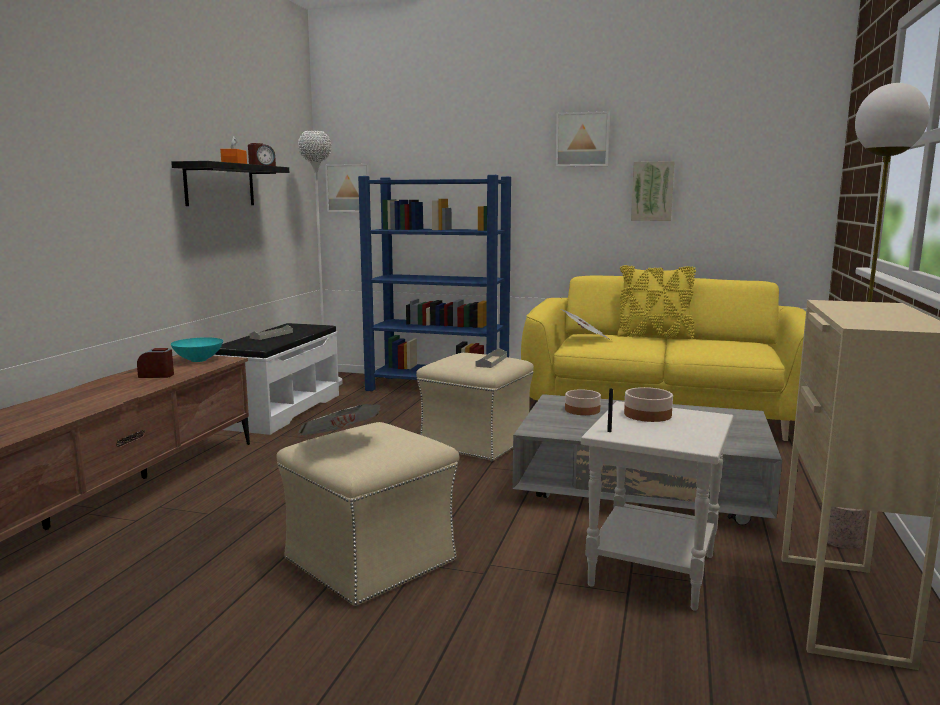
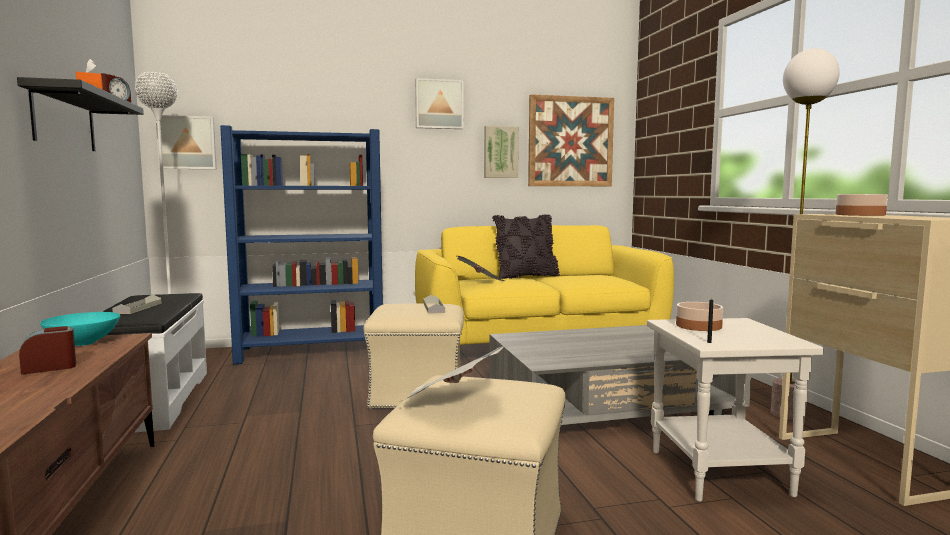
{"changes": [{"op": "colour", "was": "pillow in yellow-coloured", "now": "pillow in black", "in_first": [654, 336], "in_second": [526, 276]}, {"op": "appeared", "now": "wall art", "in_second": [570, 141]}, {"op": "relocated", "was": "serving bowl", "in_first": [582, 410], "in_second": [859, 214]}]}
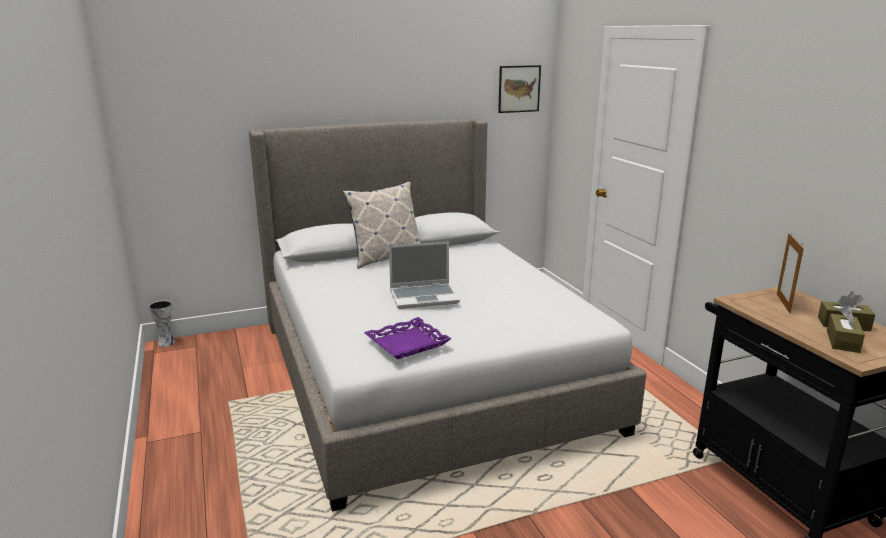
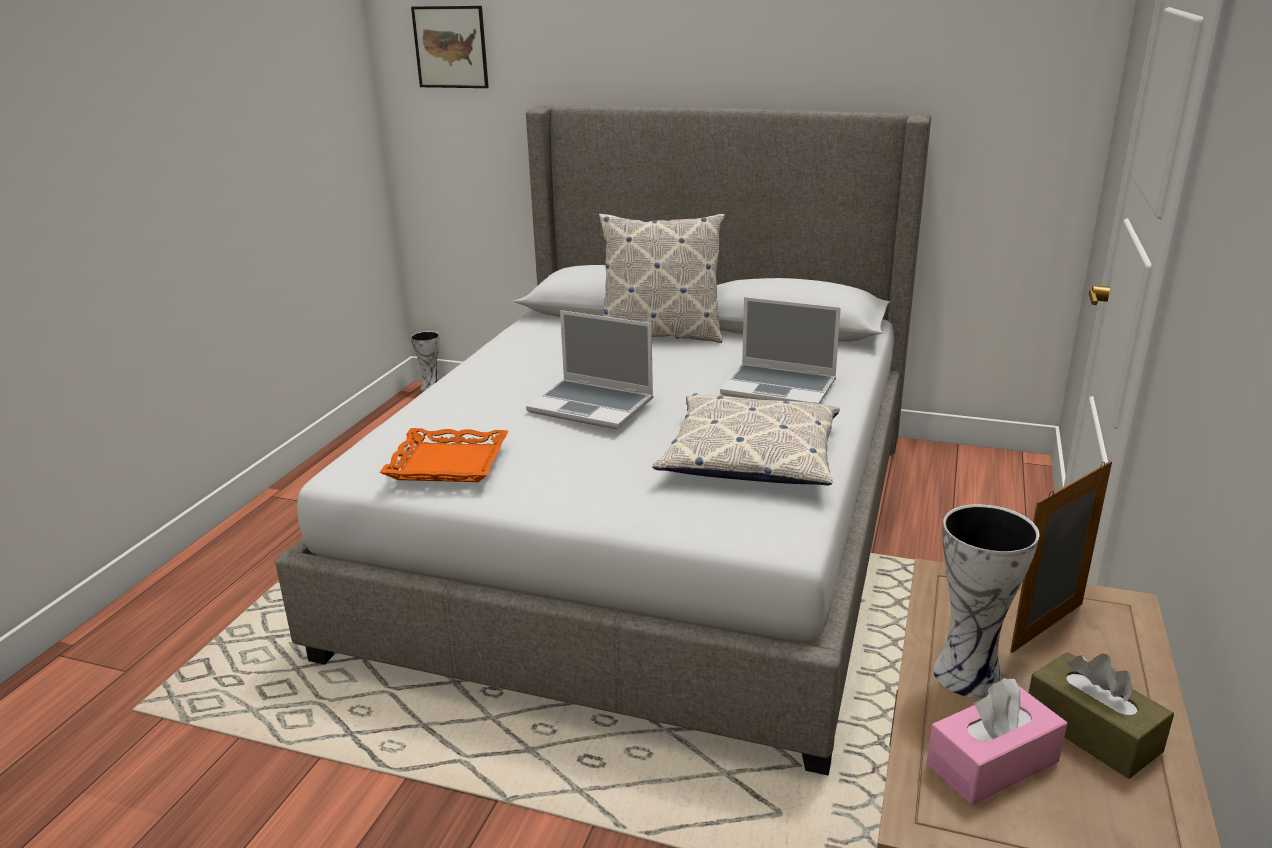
{"changes": [{"op": "colour", "was": "serving tray in purplish", "now": "serving tray in orange", "in_first": [407, 343], "in_second": [447, 464]}, {"op": "relocated", "was": "wall art", "in_first": [519, 89], "in_second": [450, 47]}, {"op": "appeared", "now": "pillow", "in_second": [751, 456]}, {"op": "appeared", "now": "laptop", "in_second": [780, 388]}, {"op": "colour", "was": "tissue holder in brown", "now": "tissue holder in pink", "in_first": [842, 341], "in_second": [992, 762]}, {"op": "appeared", "now": "decorative vase", "in_second": [970, 674]}]}
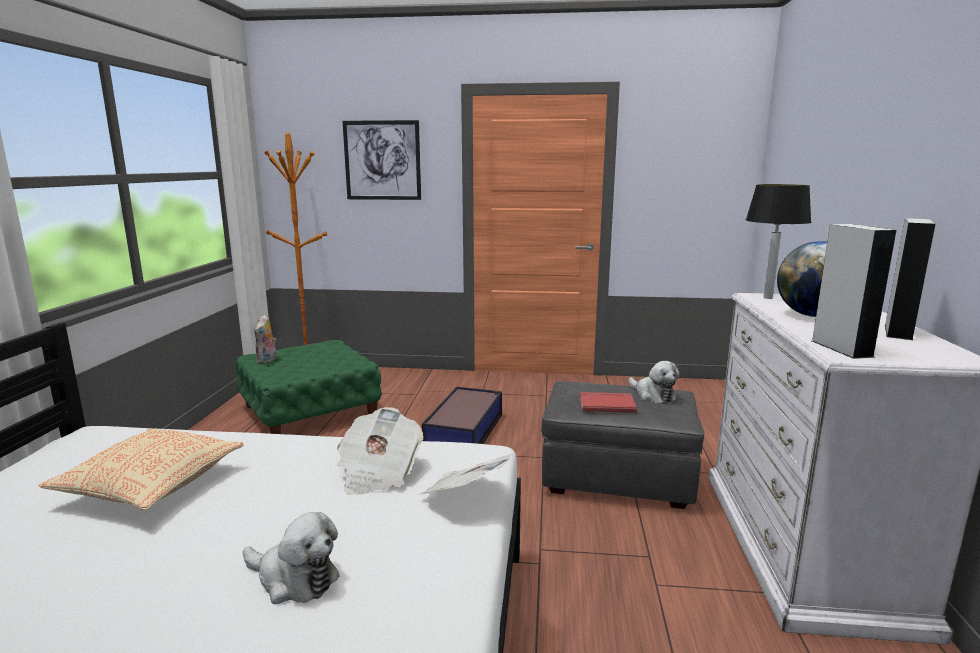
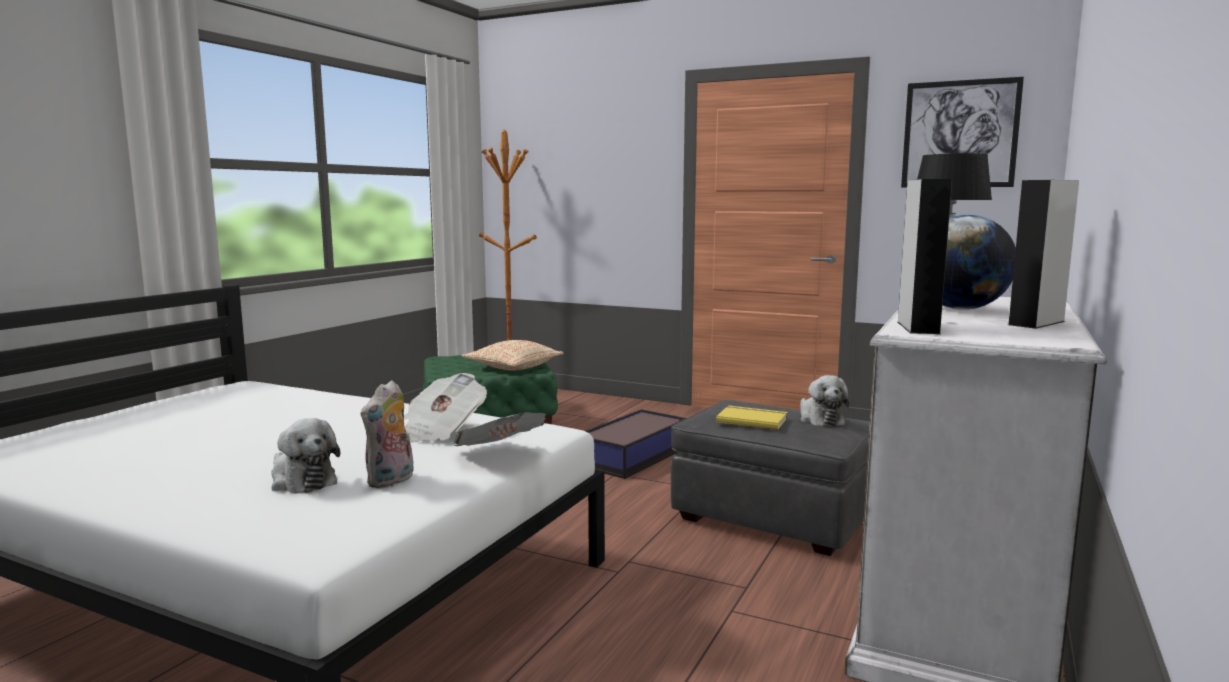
{"changes": [{"op": "relocated", "was": "cuddly toy", "in_first": [267, 360], "in_second": [391, 481]}, {"op": "relocated", "was": "pillow in beige", "in_first": [152, 485], "in_second": [513, 367]}, {"op": "colour", "was": "volume in reddish", "now": "volume in yellow-coloured", "in_first": [606, 404], "in_second": [752, 420]}, {"op": "relocated", "was": "wall art", "in_first": [382, 160], "in_second": [960, 134]}]}
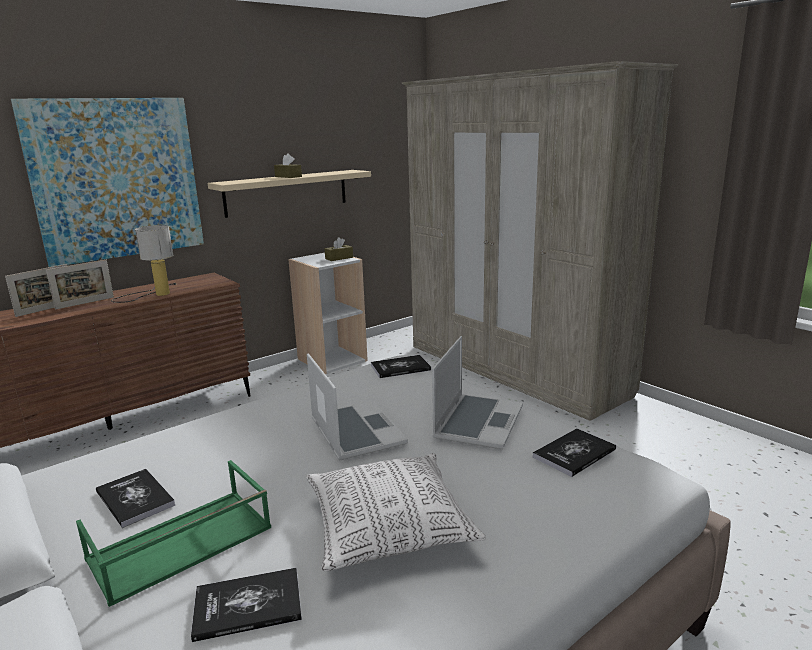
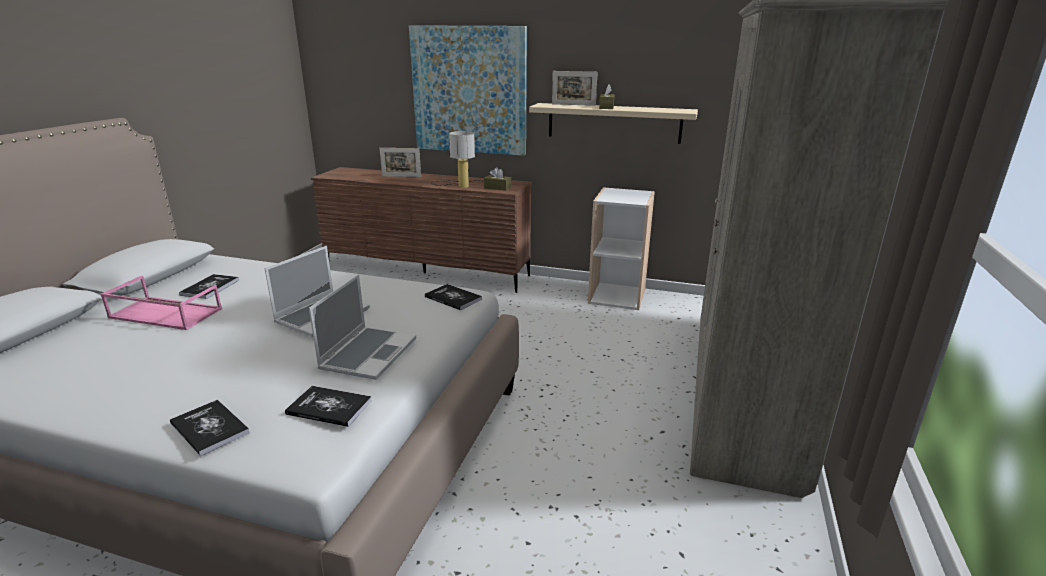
{"changes": [{"op": "colour", "was": "serving tray in green", "now": "serving tray in pink", "in_first": [179, 545], "in_second": [164, 313]}, {"op": "relocated", "was": "volume", "in_first": [248, 605], "in_second": [209, 428]}, {"op": "spun", "was": "laptop", "in_first": [477, 422], "in_second": [368, 354], "clockwise": -60}, {"op": "relocated", "was": "tissue holder in brown", "in_first": [339, 258], "in_second": [497, 187]}, {"op": "relocated", "was": "standing frame", "in_first": [85, 303], "in_second": [573, 105]}, {"op": "missing", "was": "pillow", "in_first": [388, 528]}]}
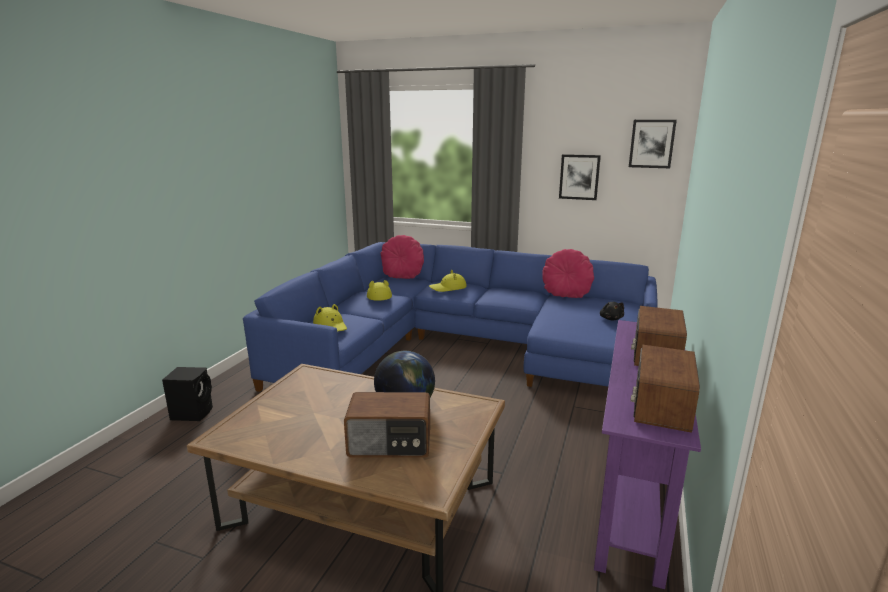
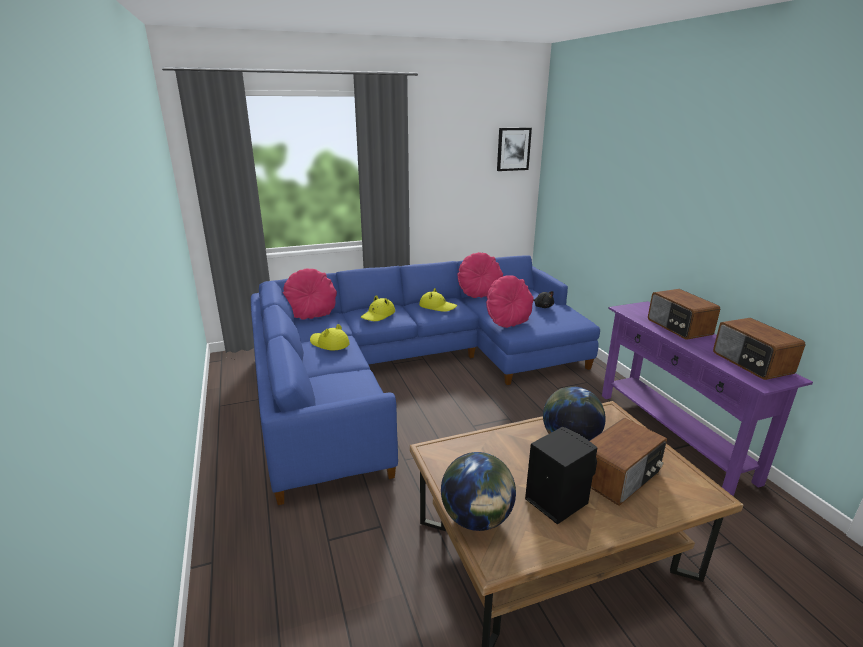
{"changes": [{"op": "relocated", "was": "wearable hat in yellow-coloured", "in_first": [330, 326], "in_second": [437, 306]}, {"op": "appeared", "now": "desk globe", "in_second": [477, 519]}, {"op": "appeared", "now": "pillow in pink", "in_second": [508, 323]}, {"op": "relocated", "was": "speaker in black", "in_first": [193, 413], "in_second": [555, 500]}, {"op": "missing", "was": "wall art", "in_first": [579, 177]}]}
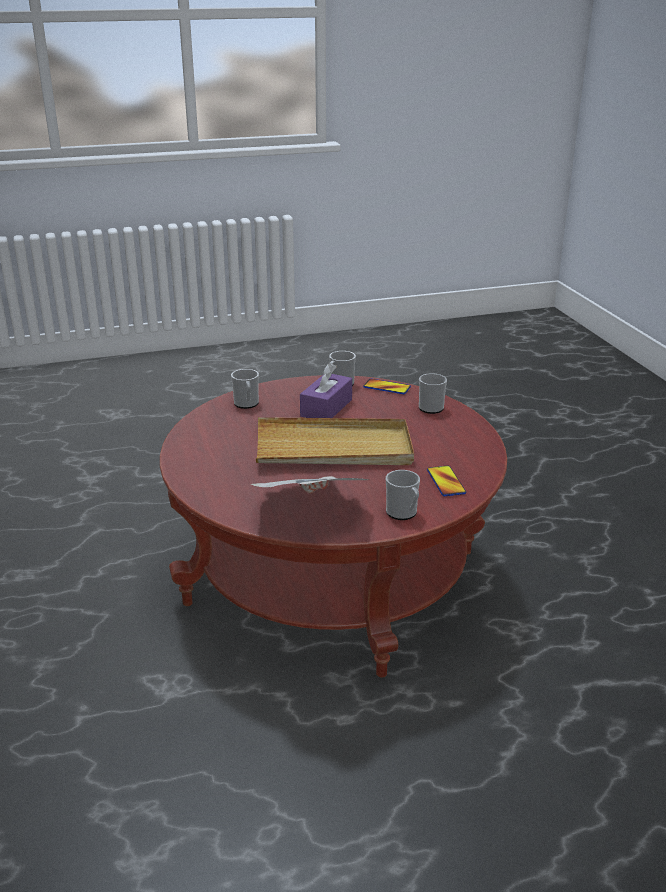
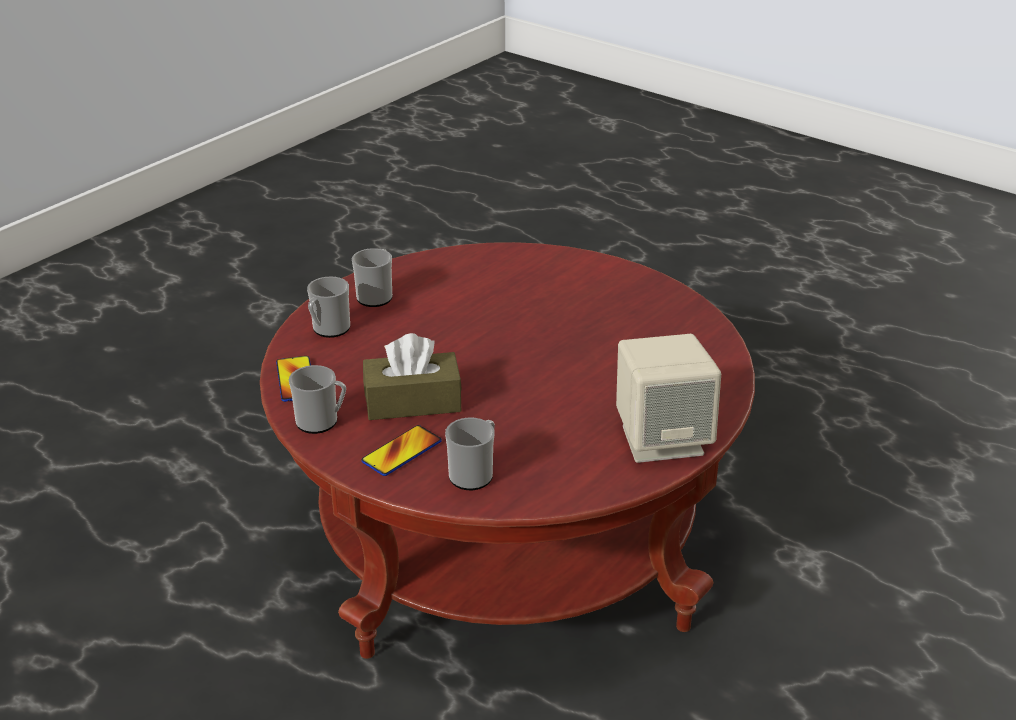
{"changes": [{"op": "relocated", "was": "coffee mug", "in_first": [403, 513], "in_second": [376, 295]}, {"op": "relocated", "was": "telephone", "in_first": [446, 482], "in_second": [401, 452]}, {"op": "colour", "was": "tissue holder in purplish", "now": "tissue holder in brown", "in_first": [326, 408], "in_second": [413, 402]}, {"op": "appeared", "now": "speaker in beige", "in_second": [662, 439]}, {"op": "missing", "was": "daily paper", "in_first": [311, 509]}, {"op": "missing", "was": "serving tray in beige", "in_first": [334, 448]}]}
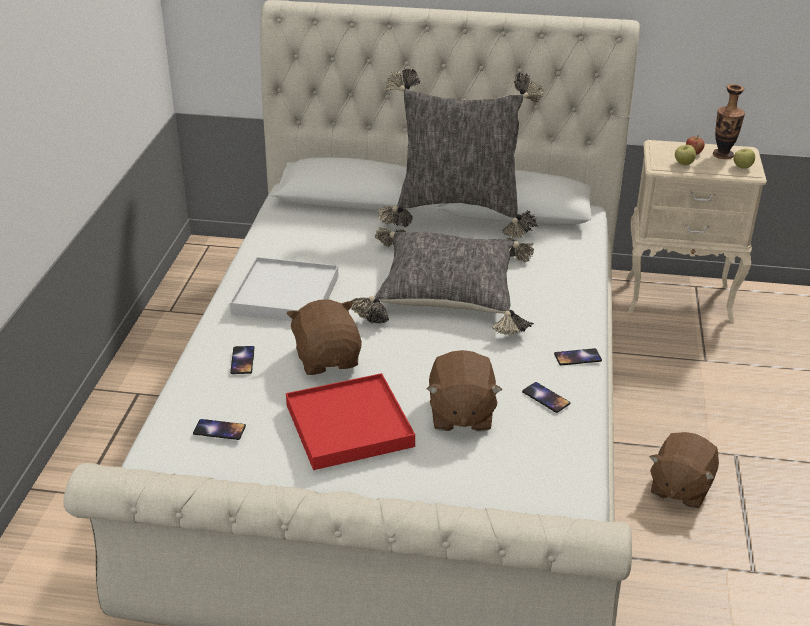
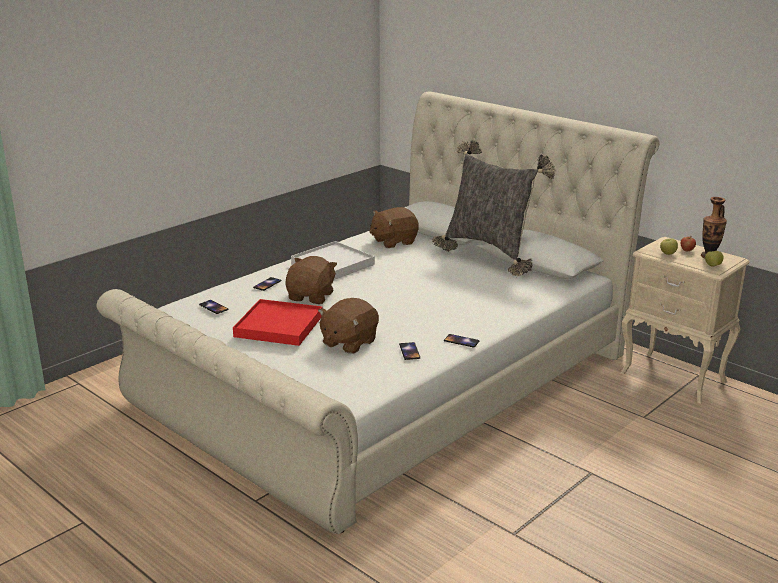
{"changes": [{"op": "relocated", "was": "cuddly toy in brown", "in_first": [679, 488], "in_second": [393, 241]}, {"op": "missing", "was": "pillow", "in_first": [447, 290]}]}
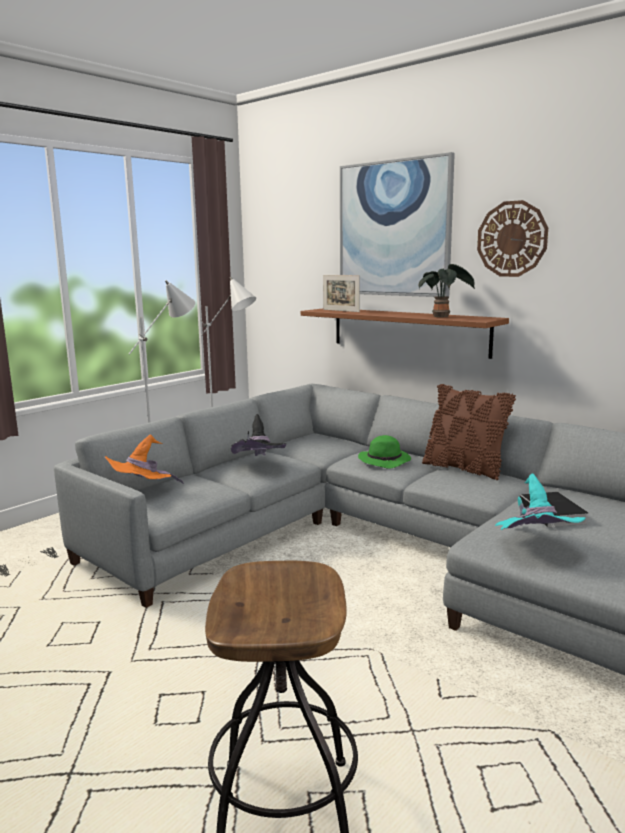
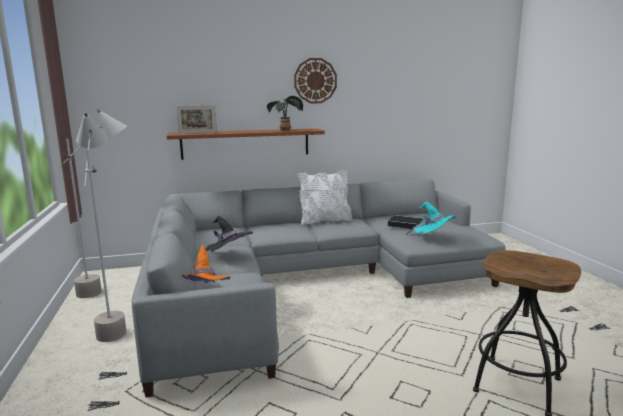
{"changes": [{"op": "colour", "was": "pillow in brown", "now": "pillow in whitish", "in_first": [464, 469], "in_second": [325, 221]}, {"op": "missing", "was": "wall art", "in_first": [394, 229]}, {"op": "missing", "was": "wearable hat in green", "in_first": [385, 461]}]}
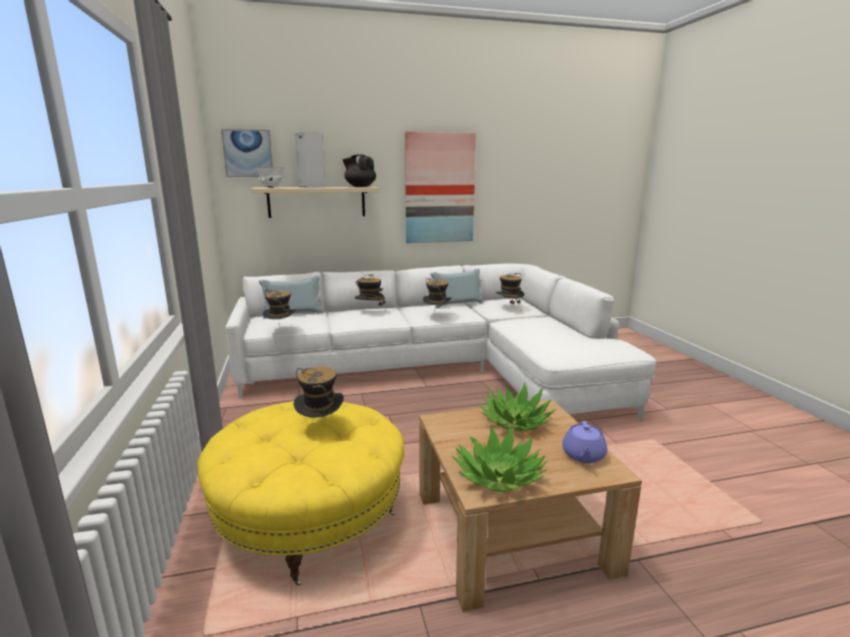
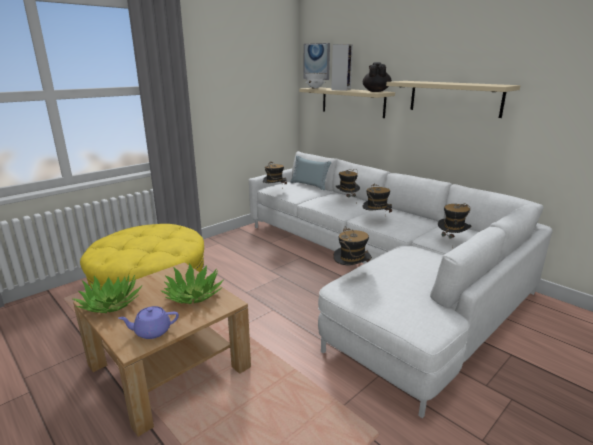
{"changes": [{"op": "relocated", "was": "wearable hat", "in_first": [320, 427], "in_second": [351, 274]}, {"op": "exchanged", "was": "wall art", "now": "bracket shelf in beige", "in_first": [439, 188], "in_second": [454, 98]}, {"op": "missing", "was": "pillow in blue-coloured", "in_first": [457, 304]}]}
